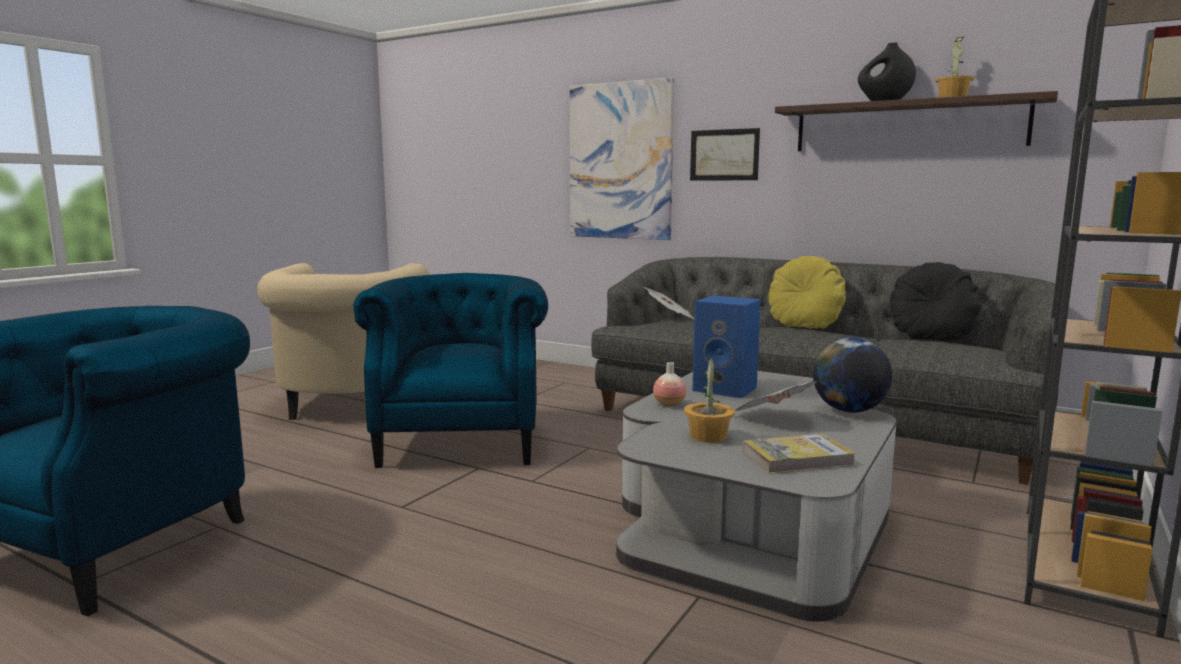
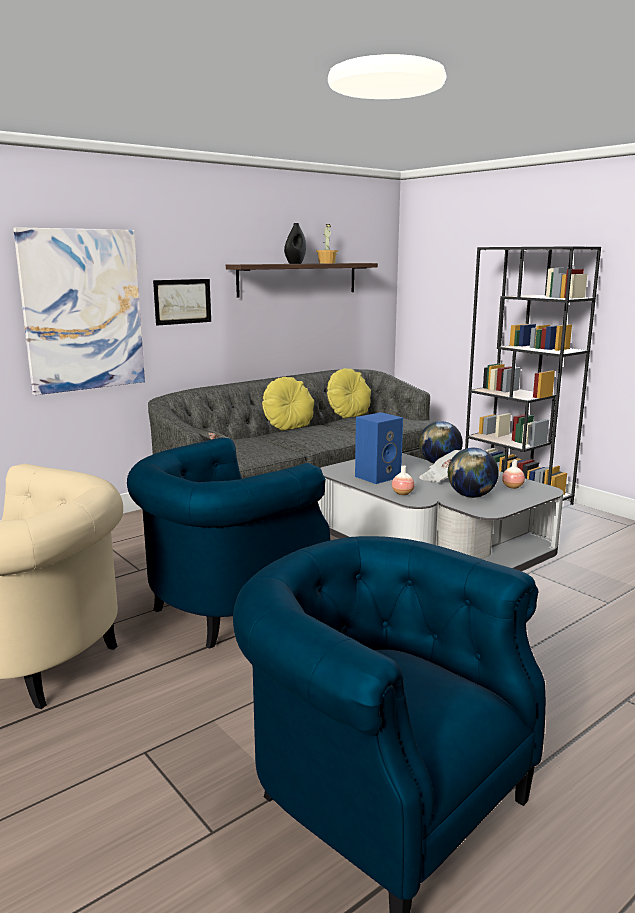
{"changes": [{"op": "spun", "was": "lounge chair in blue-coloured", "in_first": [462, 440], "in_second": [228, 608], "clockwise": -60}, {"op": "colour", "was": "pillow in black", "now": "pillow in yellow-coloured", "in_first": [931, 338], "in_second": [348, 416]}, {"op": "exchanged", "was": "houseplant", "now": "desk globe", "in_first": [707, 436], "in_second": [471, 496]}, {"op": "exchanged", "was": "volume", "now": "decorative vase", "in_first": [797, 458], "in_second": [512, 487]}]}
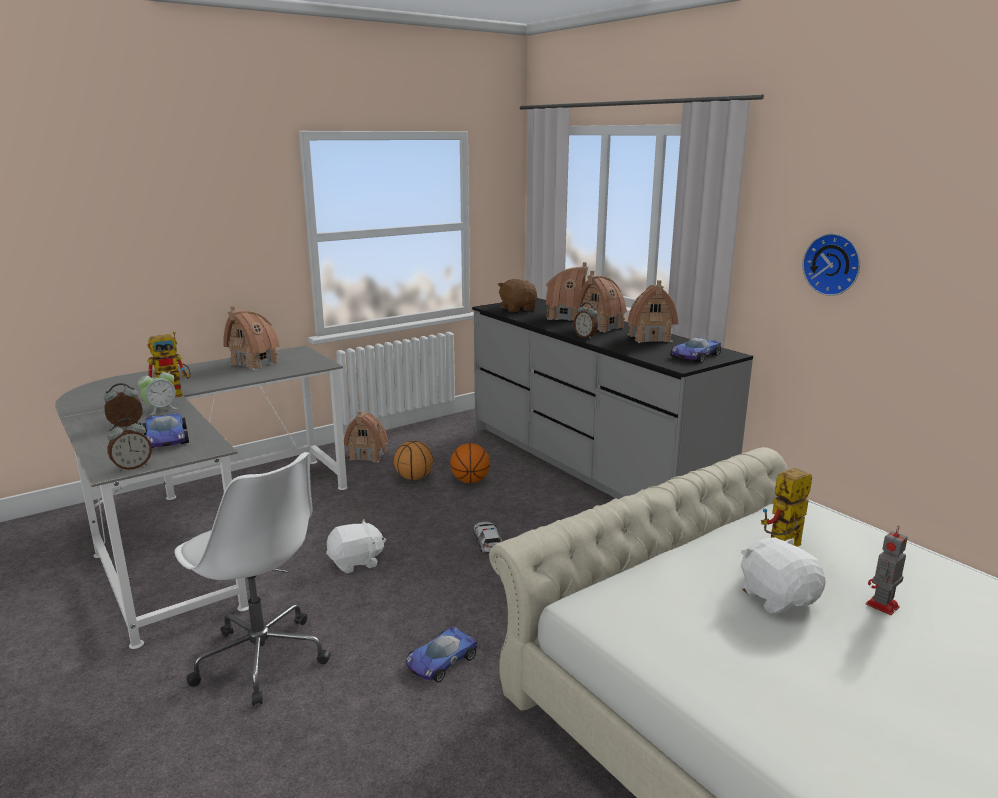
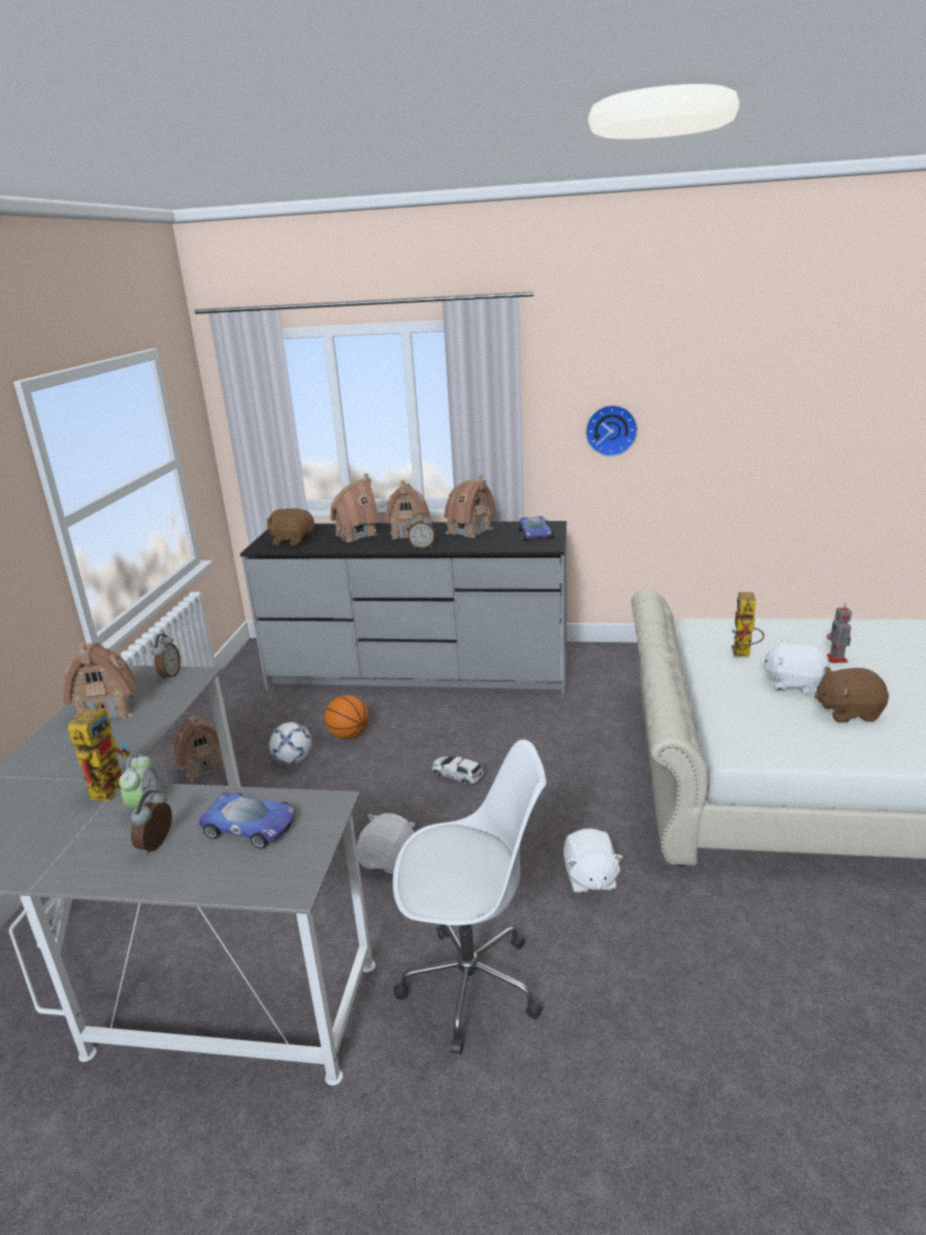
{"changes": [{"op": "relocated", "was": "table clock", "in_first": [132, 467], "in_second": [170, 675]}, {"op": "exchanged", "was": "ball for basketball", "now": "football ball", "in_first": [414, 478], "in_second": [293, 760]}, {"op": "exchanged", "was": "miniature car", "now": "cuddly toy in whitish", "in_first": [440, 661], "in_second": [590, 878]}, {"op": "appeared", "now": "cuddly toy in brown", "in_second": [848, 712]}]}
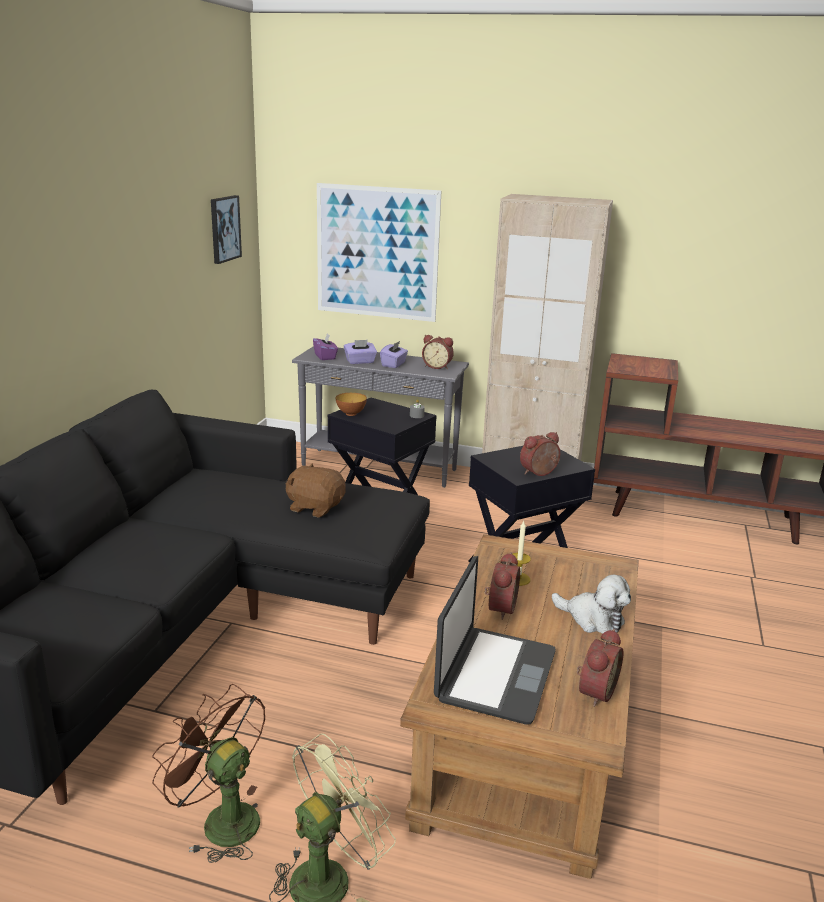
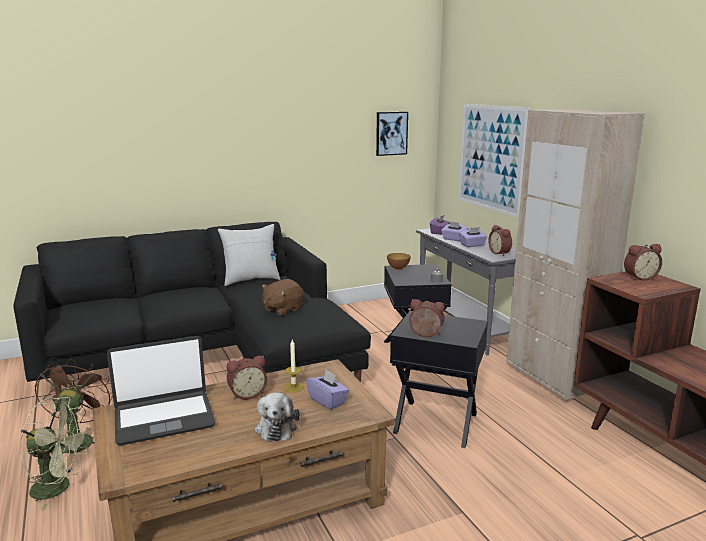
{"changes": [{"op": "appeared", "now": "pillow in grey", "in_second": [251, 280]}, {"op": "spun", "was": "cuddly toy in brown", "in_first": [315, 507], "in_second": [282, 309], "clockwise": -120}, {"op": "appeared", "now": "tissue holder in purplish", "in_second": [327, 400]}, {"op": "relocated", "was": "table clock", "in_first": [594, 691], "in_second": [639, 277]}]}
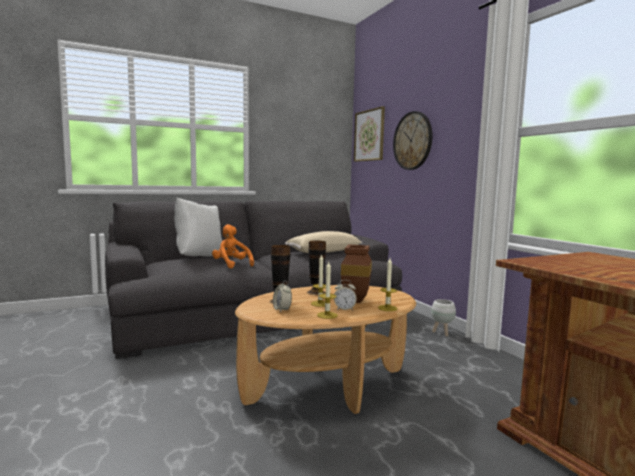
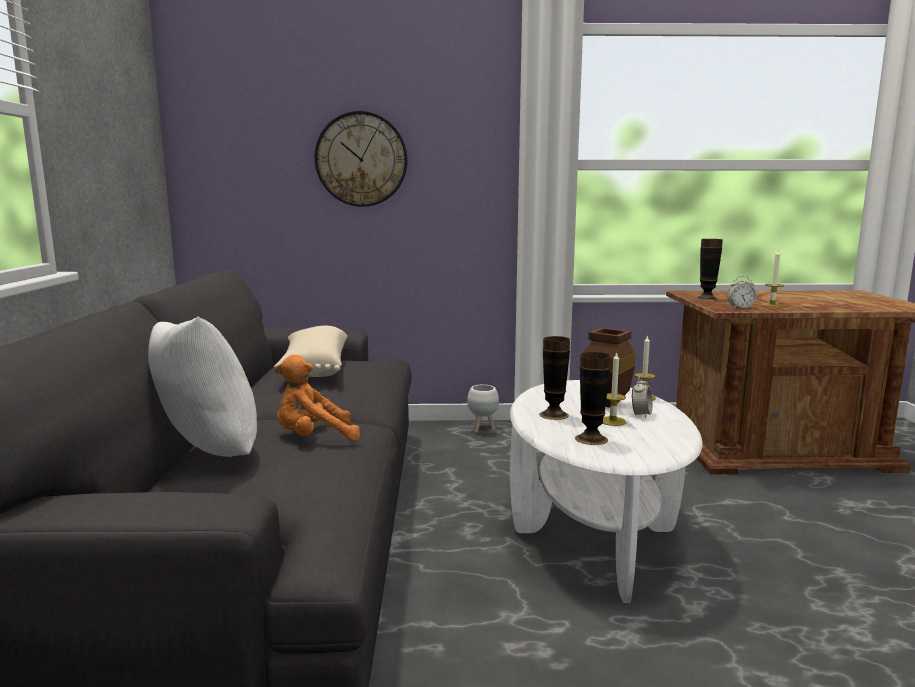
{"changes": [{"op": "colour", "was": "low table in brown", "now": "low table in whitish", "in_first": [328, 386], "in_second": [594, 531]}, {"op": "appeared", "now": "decorative vase", "in_second": [707, 299]}, {"op": "relocated", "was": "table clock", "in_first": [282, 310], "in_second": [740, 308]}, {"op": "relocated", "was": "candle", "in_first": [327, 315], "in_second": [772, 305]}, {"op": "missing", "was": "wall art", "in_first": [369, 135]}]}
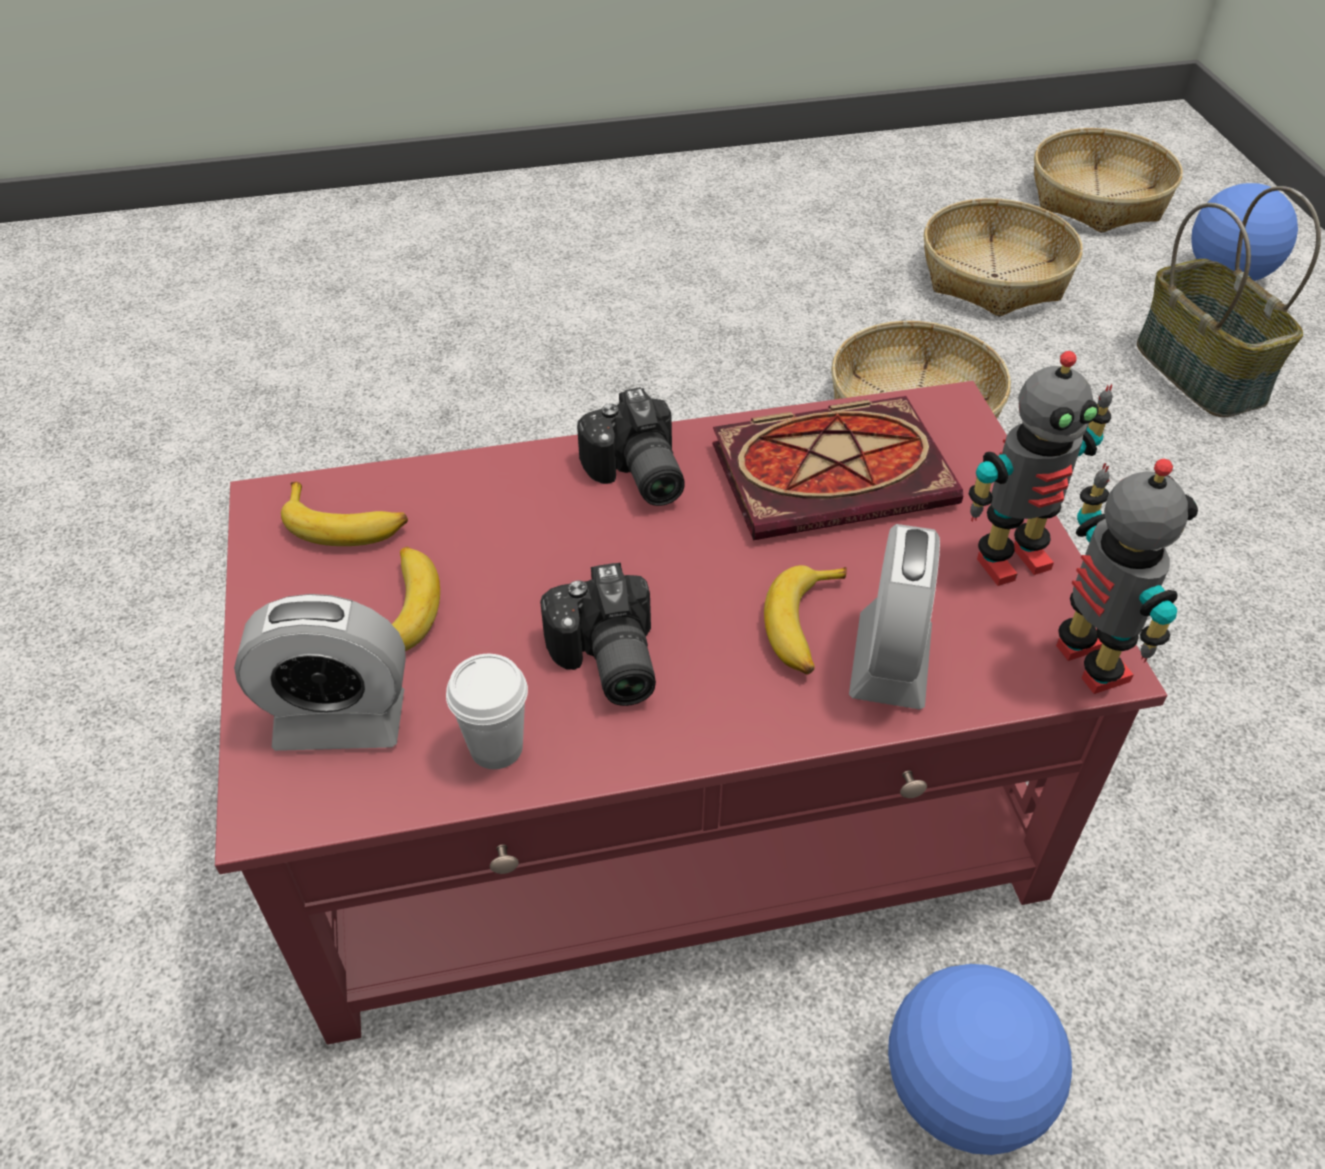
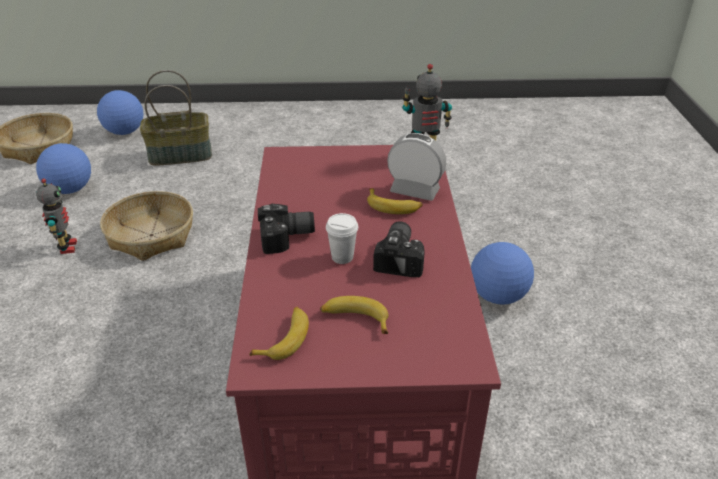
{"changes": [{"op": "exchanged", "was": "basket", "now": "football ball", "in_first": [994, 275], "in_second": [70, 189]}, {"op": "relocated", "was": "robot figure", "in_first": [1010, 560], "in_second": [66, 247]}, {"op": "relocated", "was": "drinking cup in whitish", "in_first": [496, 748], "in_second": [342, 257]}, {"op": "spun", "was": "photo camera", "in_first": [604, 662], "in_second": [401, 258], "clockwise": -75}, {"op": "missing", "was": "table clock", "in_first": [340, 721]}, {"op": "missing", "was": "volume", "in_first": [836, 471]}]}
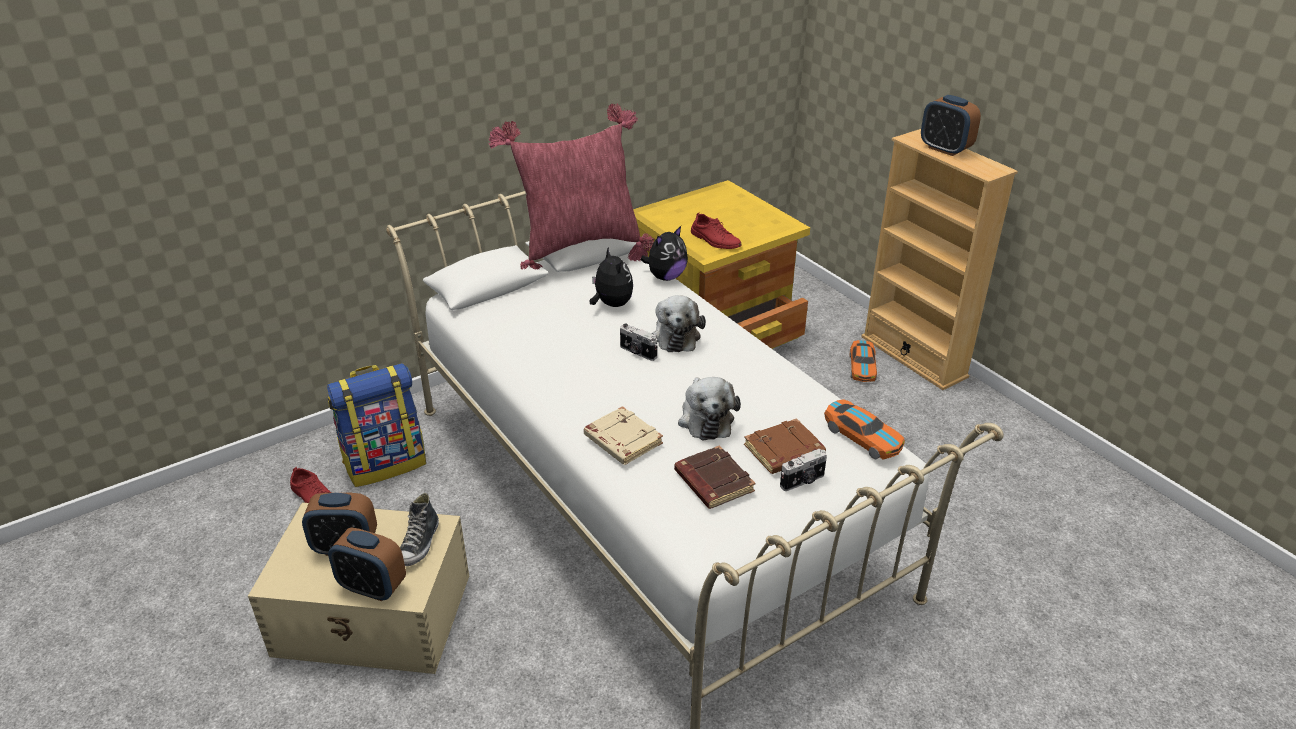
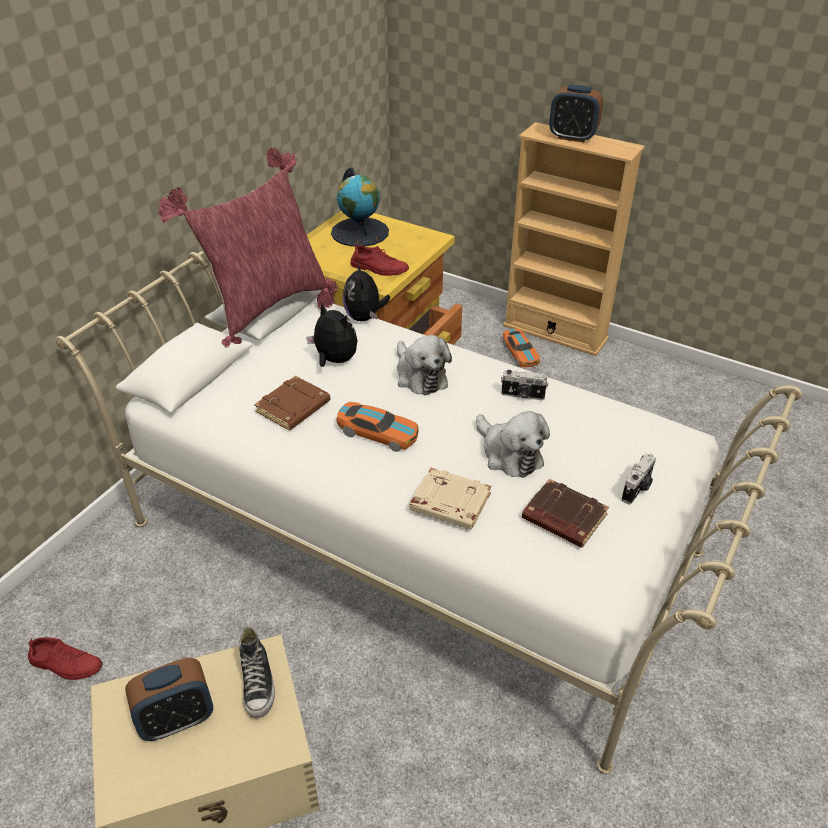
{"changes": [{"op": "relocated", "was": "volume in brown", "in_first": [784, 452], "in_second": [293, 408]}, {"op": "appeared", "now": "desk globe", "in_second": [360, 232]}, {"op": "relocated", "was": "miniature car", "in_first": [862, 437], "in_second": [378, 433]}, {"op": "spun", "was": "cuddly toy", "in_first": [665, 277], "in_second": [365, 317], "clockwise": 150}, {"op": "relocated", "was": "photo camera", "in_first": [637, 352], "in_second": [522, 395]}, {"op": "missing", "was": "backpack", "in_first": [385, 463]}, {"op": "missing", "was": "table clock", "in_first": [372, 587]}]}
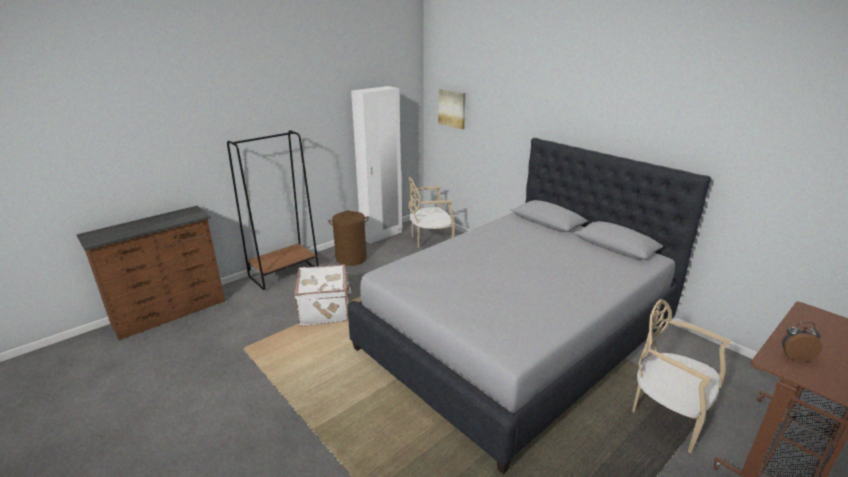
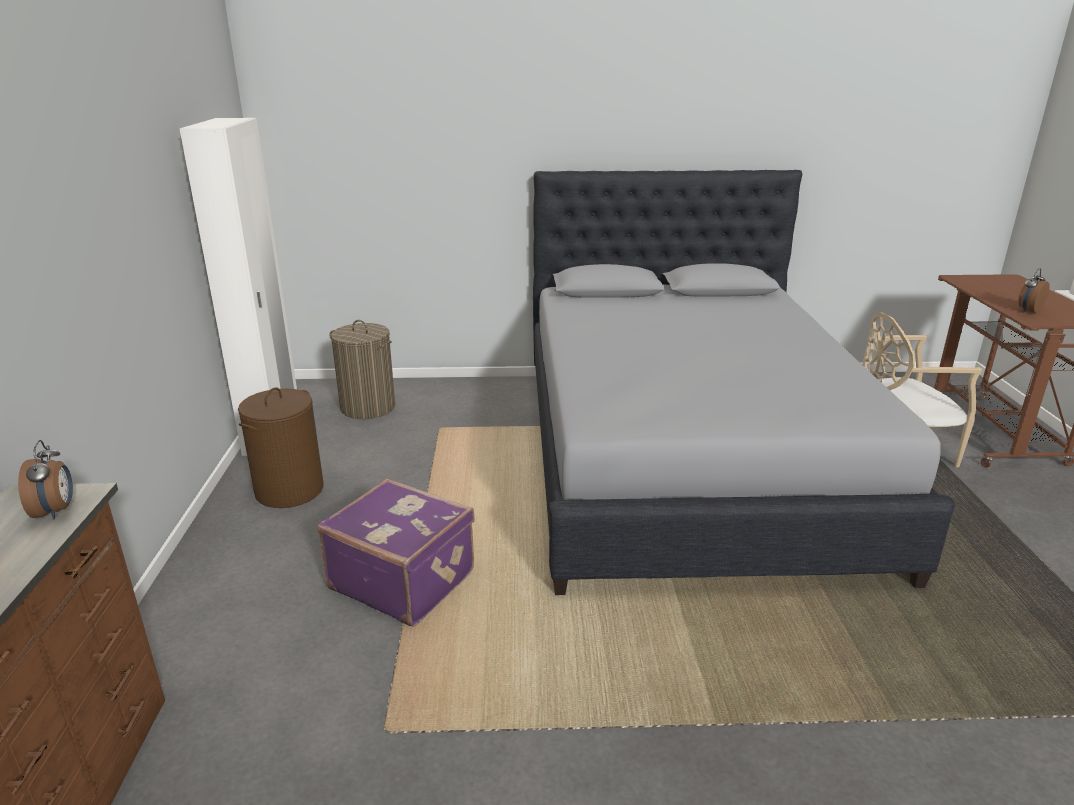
{"changes": [{"op": "appeared", "now": "table clock", "in_second": [56, 511]}, {"op": "colour", "was": "travel case in whitish", "now": "travel case in purplish", "in_first": [326, 309], "in_second": [403, 579]}, {"op": "exchanged", "was": "upright chair in beige", "now": "hamper", "in_first": [430, 240], "in_second": [367, 407]}, {"op": "missing", "was": "garment stand", "in_first": [284, 274]}, {"op": "missing", "was": "wall art", "in_first": [452, 108]}]}
